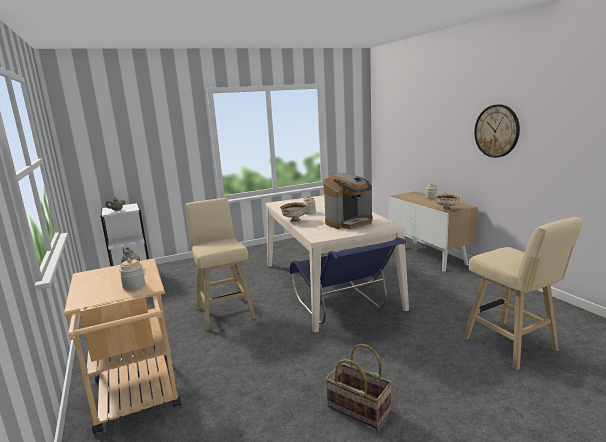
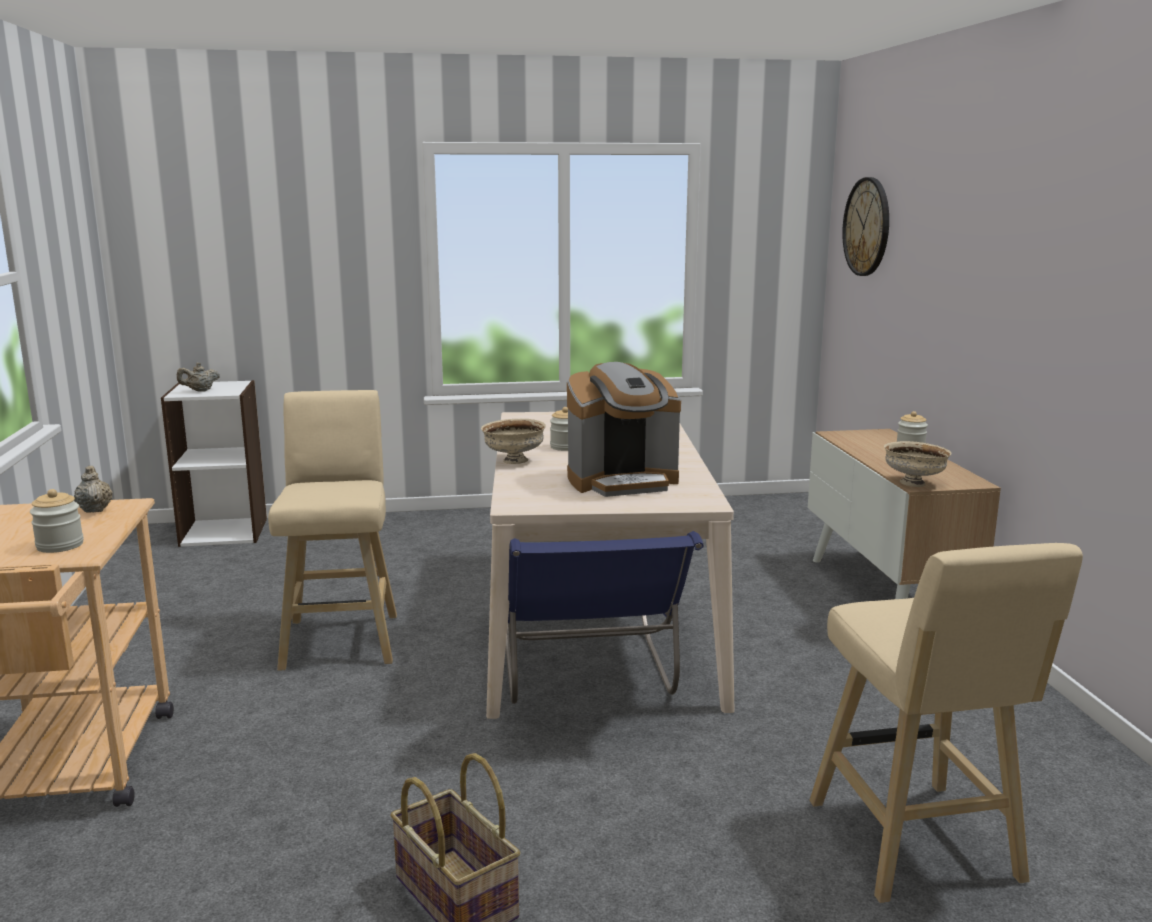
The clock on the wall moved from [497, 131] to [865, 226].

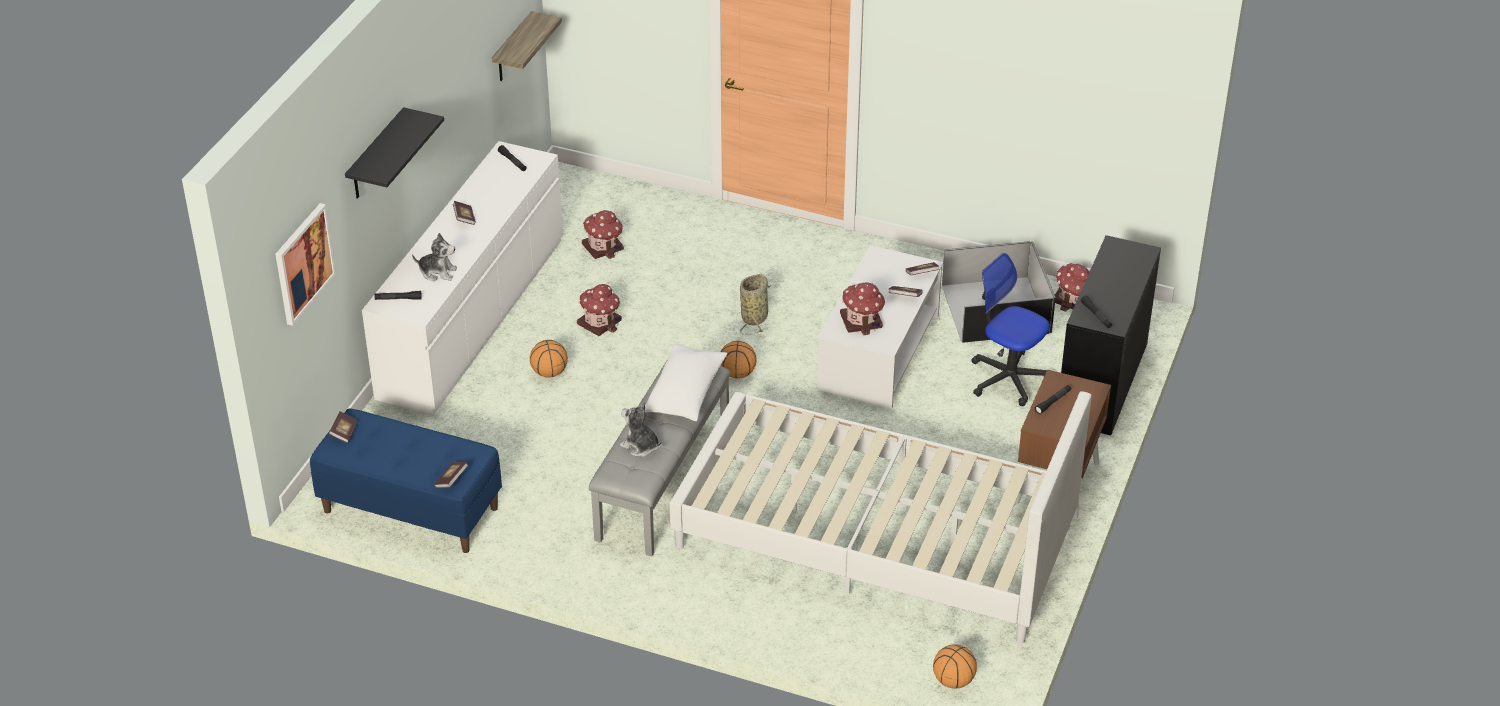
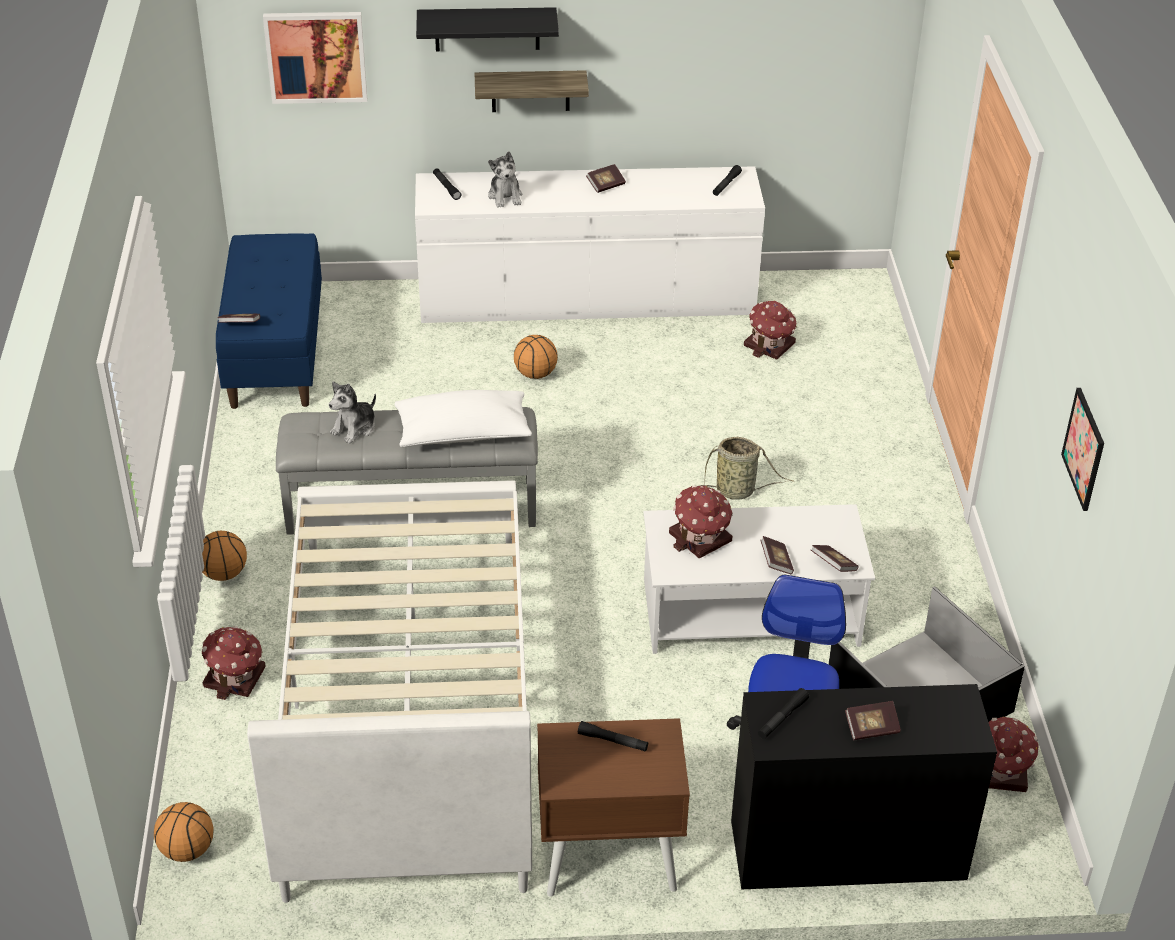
The ball for basketball moved from [738, 360] to [224, 556].
The miniature house moved from [599, 310] to [233, 663].
The cuddly toy at [641, 429] turned 150 degrees counterclockwise.
The bracket shelf moved from [527, 46] to [532, 91].
The bound book moved from [343, 427] to [873, 720].
The wall art at [1082, 449] appeared.

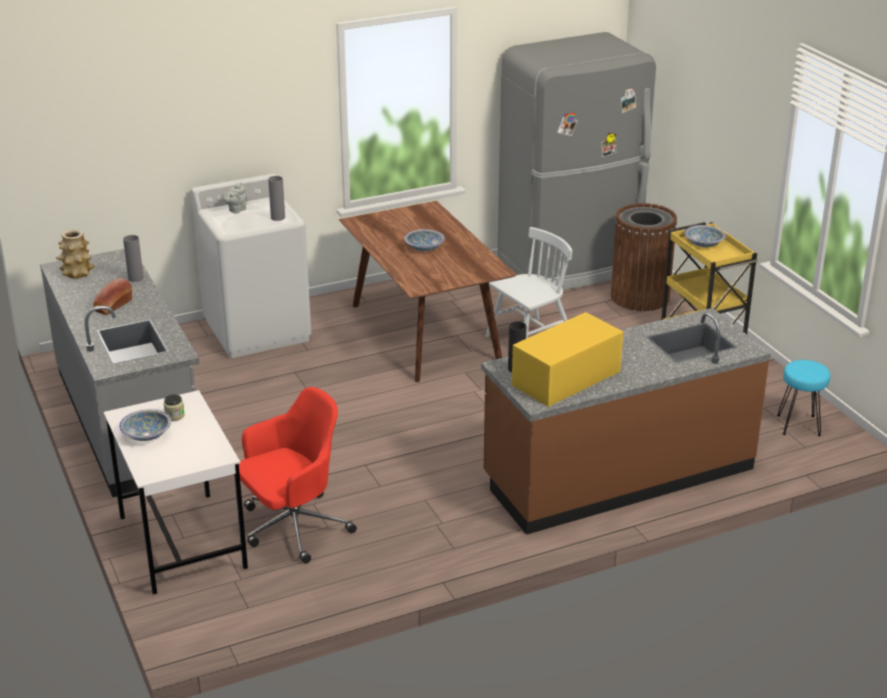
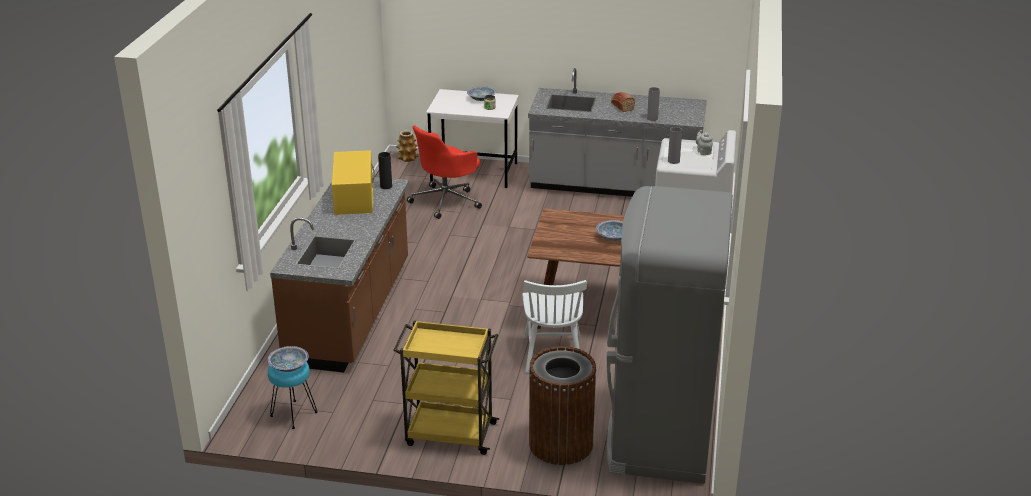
The serving bowl moved from [705, 236] to [288, 359].
The vase moved from [75, 254] to [407, 146].
The reddish office chair at [298, 475] turned 45 degrees clockwise.

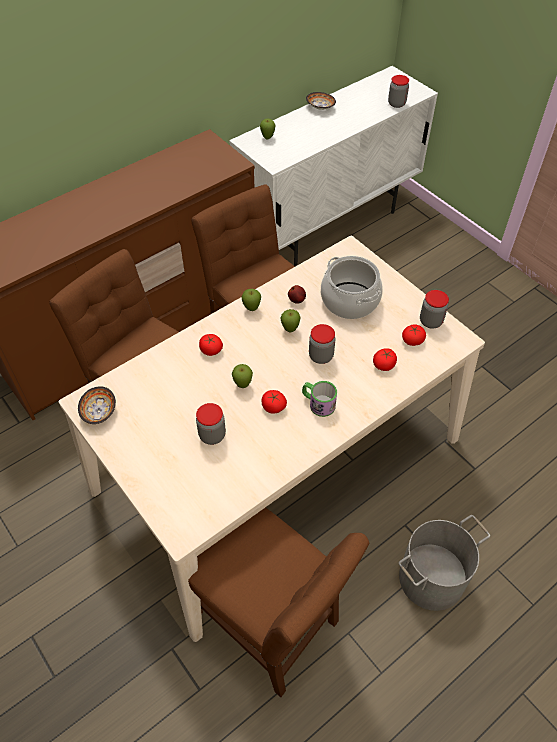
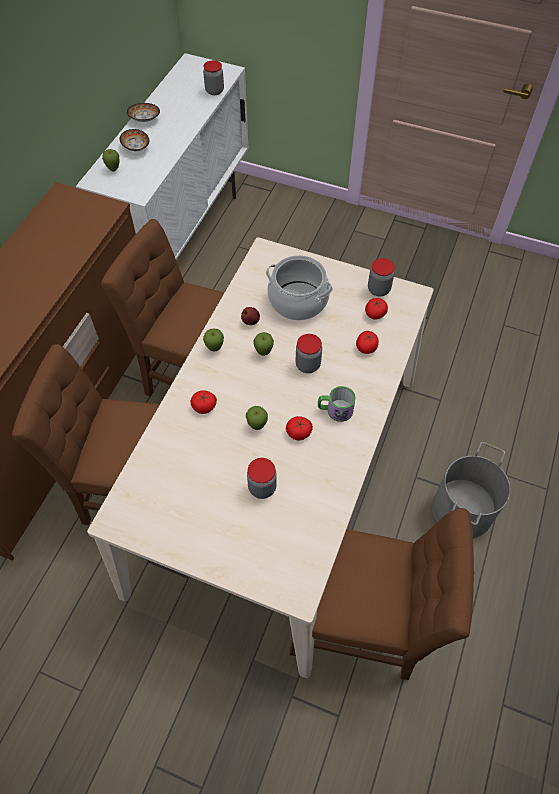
The serving bowl moved from [97, 405] to [134, 140].

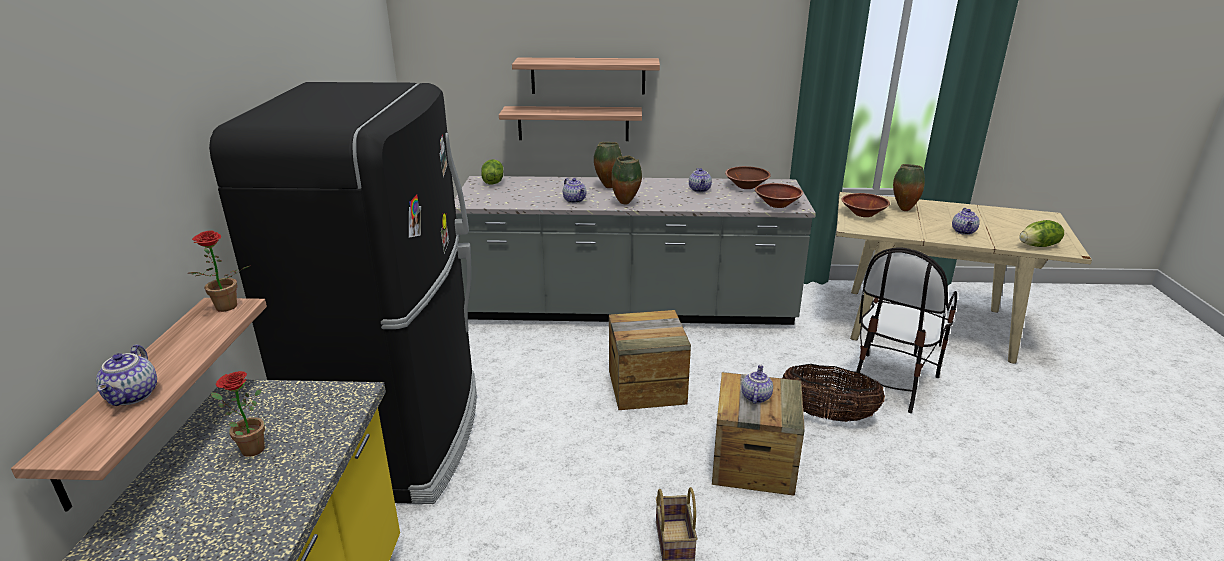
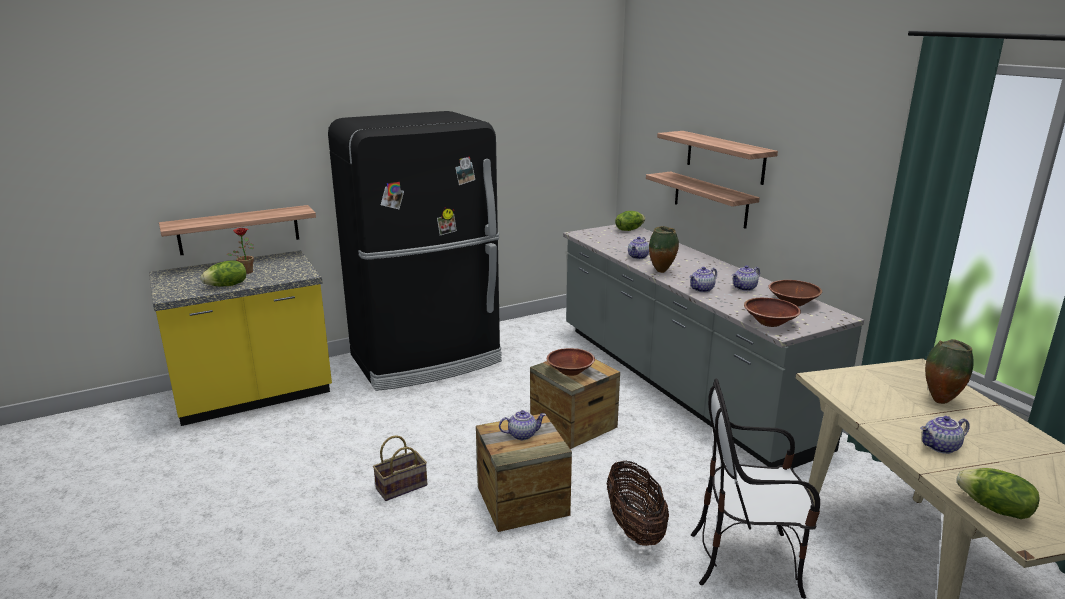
The lettuce at [224, 273] appeared.
The brown-coloured serving bowl moved from [865, 205] to [571, 362].
The tea pot moved from [126, 375] to [703, 279].
The plant in a pot at [219, 271] disappeared.
The vase at [608, 165] disappeared.

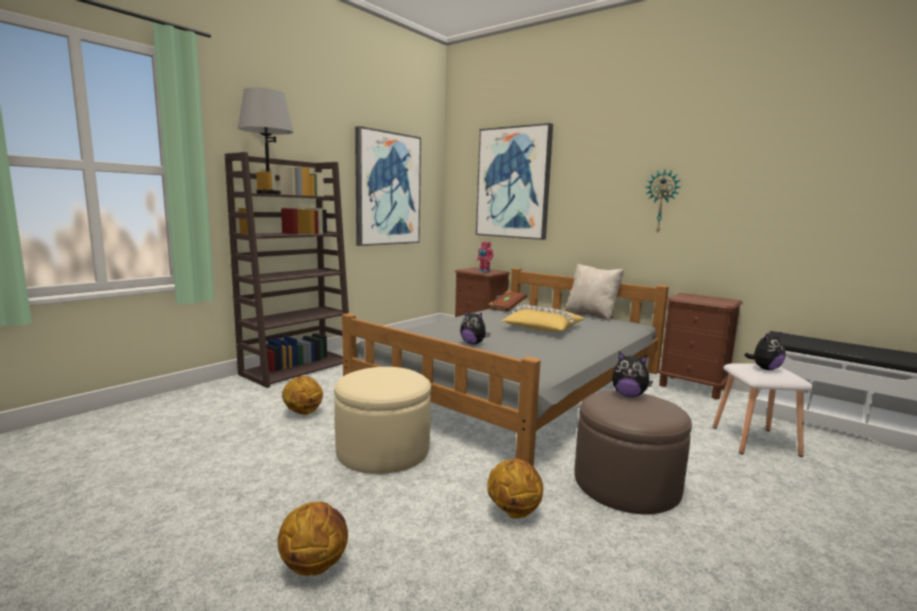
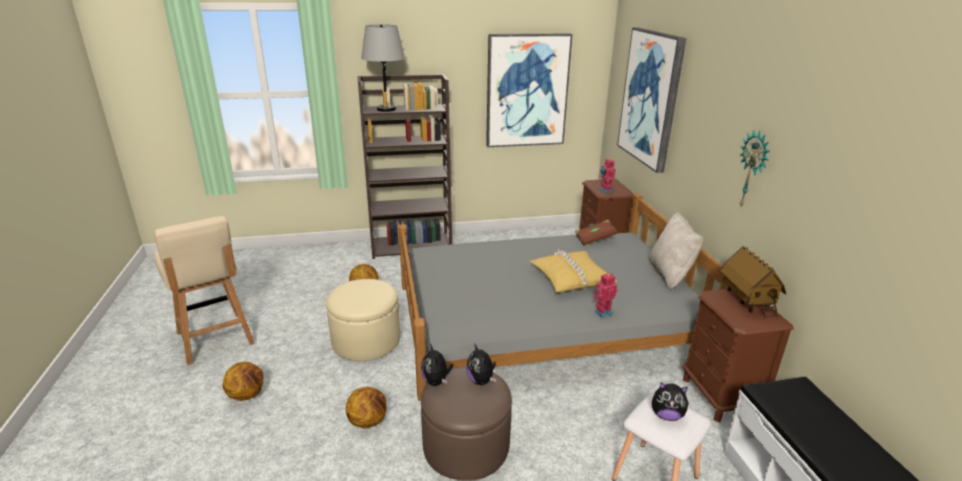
The beige plain chair at [204, 290] appeared.
The cuddly toy moved from [475, 327] to [437, 365].
The robot figure at [605, 295] appeared.
The miniature house at [752, 282] appeared.

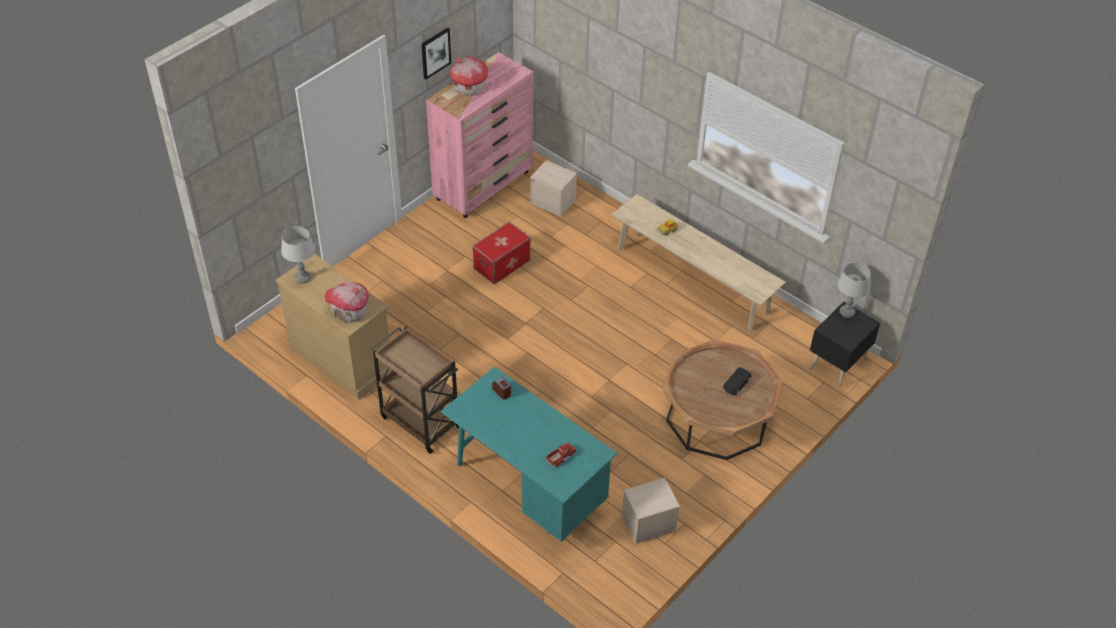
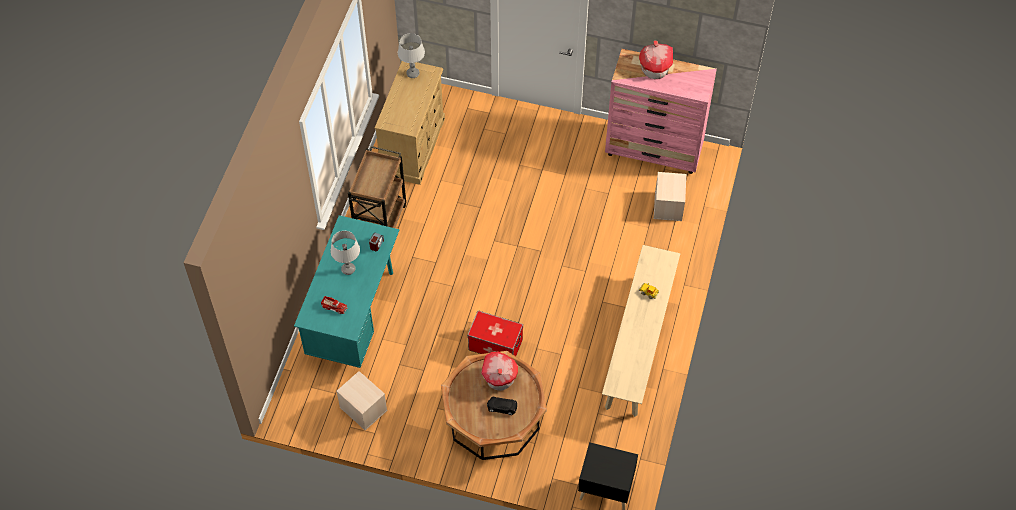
The greyish lamp for a table moved from [854, 290] to [345, 253].
The storage bin moved from [501, 253] to [495, 333].
The miniature house moved from [347, 302] to [499, 371].
The wall art at [436, 53] disappeared.

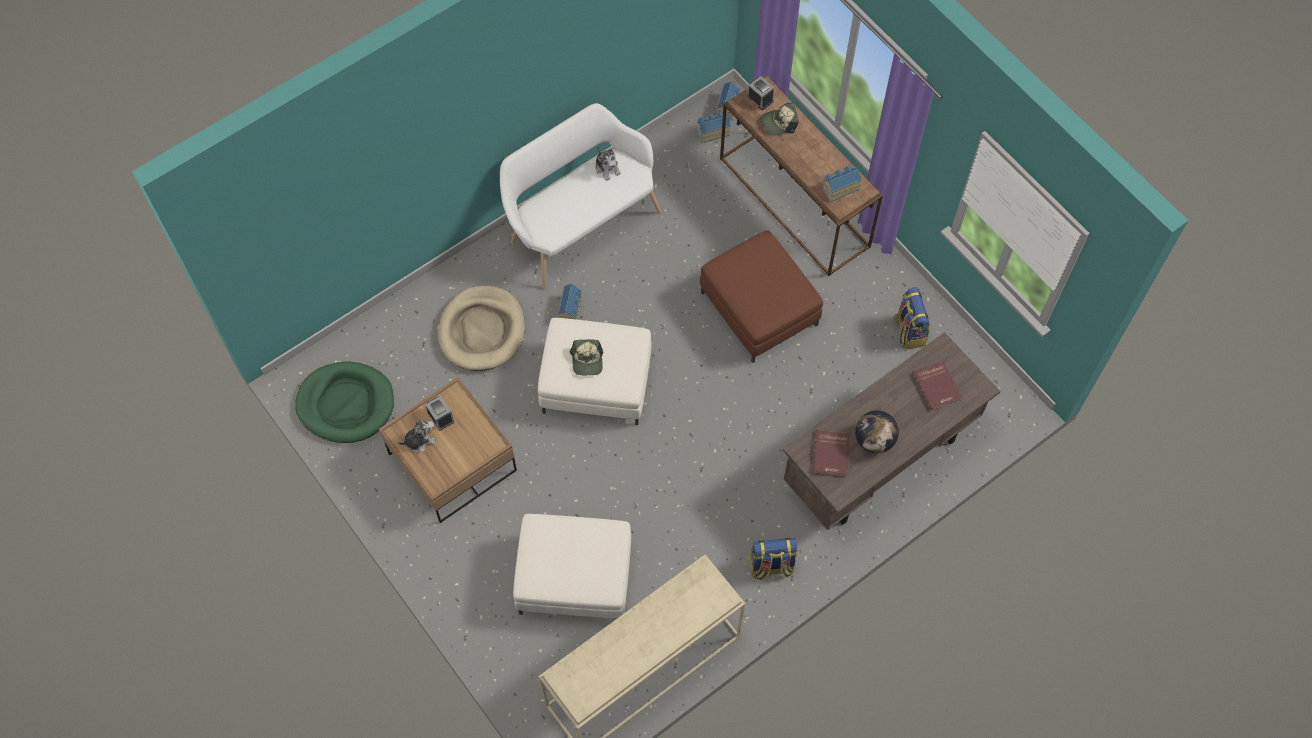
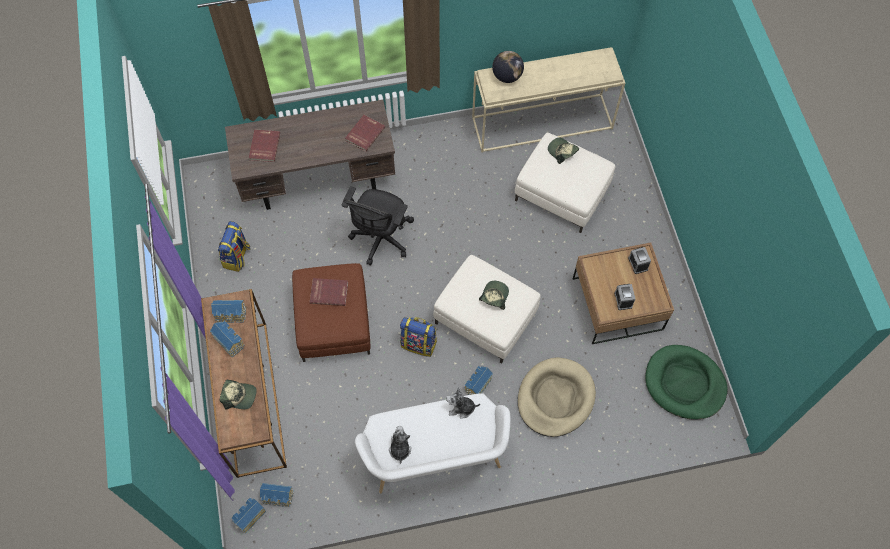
The miniature house at [227, 339] appeared.
The reddish bound book at [329, 292] appeared.
The black office chair at [378, 226] appeared.
The rucksack moved from [773, 559] to [418, 337].
The cuddly toy moved from [417, 436] to [463, 403].
The globe moved from [877, 431] to [508, 67].
The baseball cap at [563, 151] appeared.
The alarm clock moved from [760, 93] to [639, 260].

